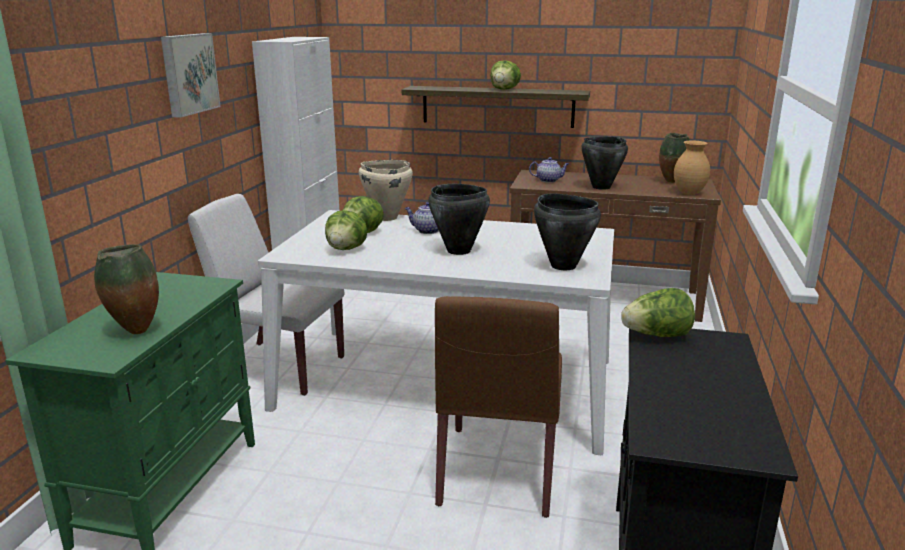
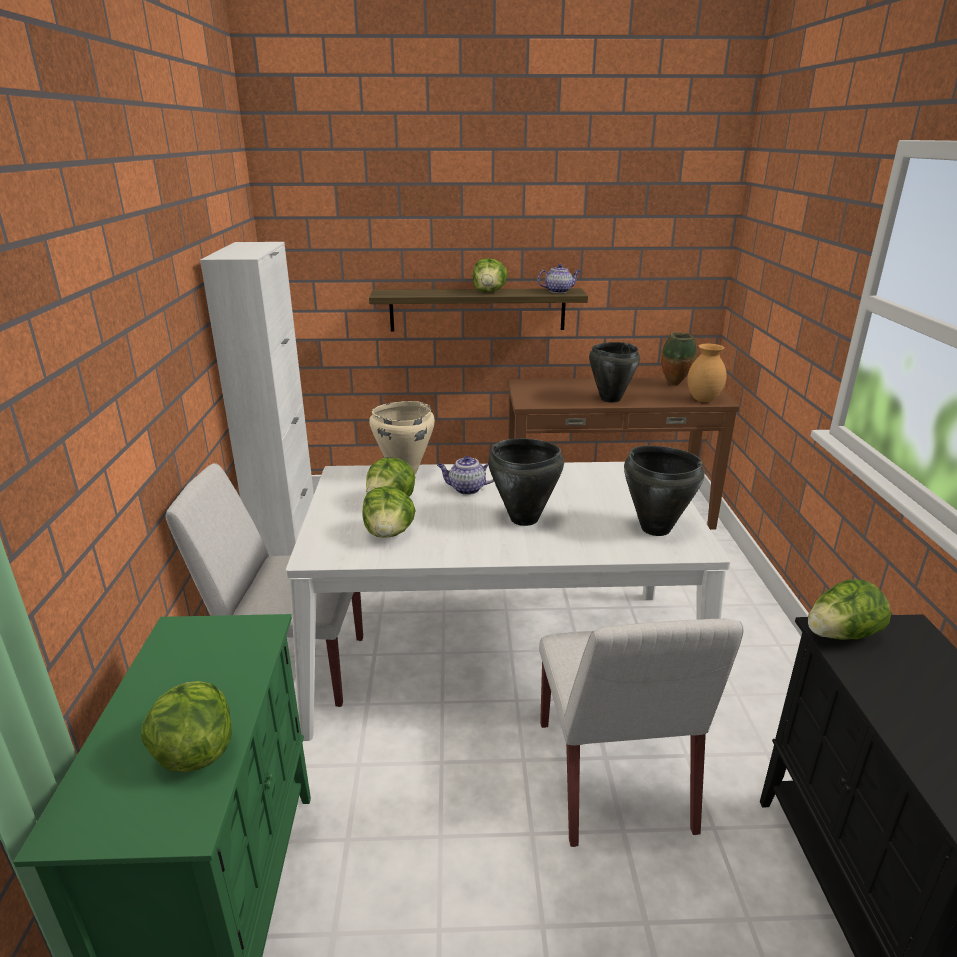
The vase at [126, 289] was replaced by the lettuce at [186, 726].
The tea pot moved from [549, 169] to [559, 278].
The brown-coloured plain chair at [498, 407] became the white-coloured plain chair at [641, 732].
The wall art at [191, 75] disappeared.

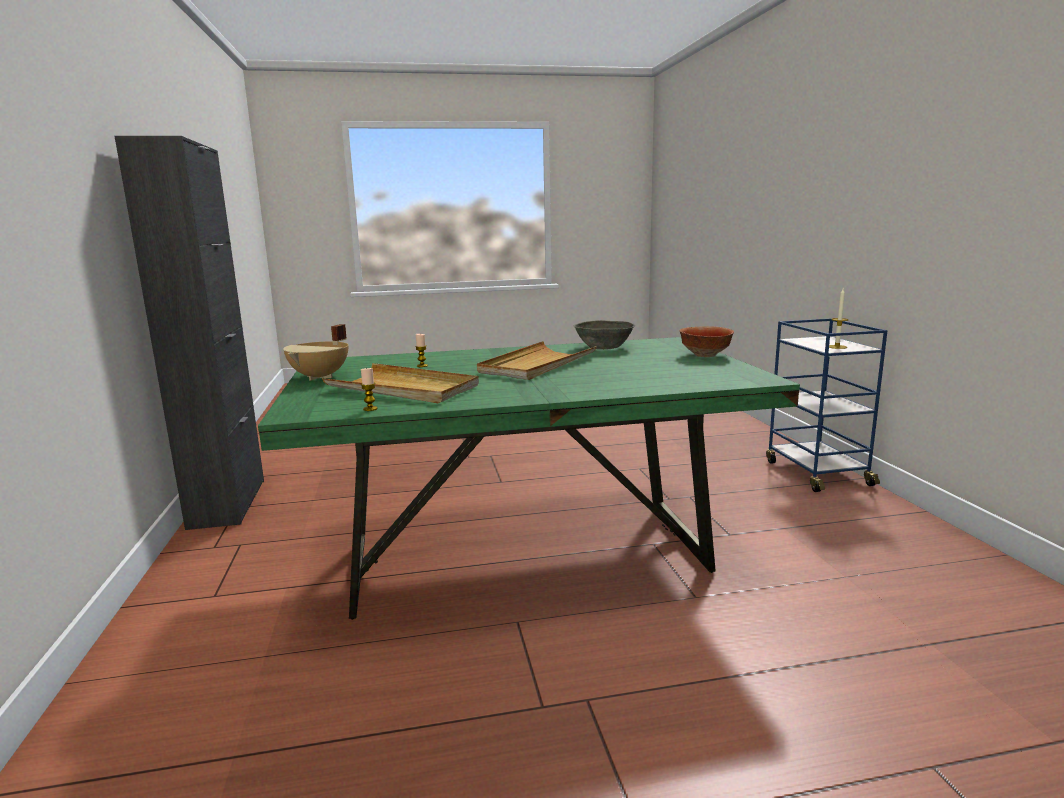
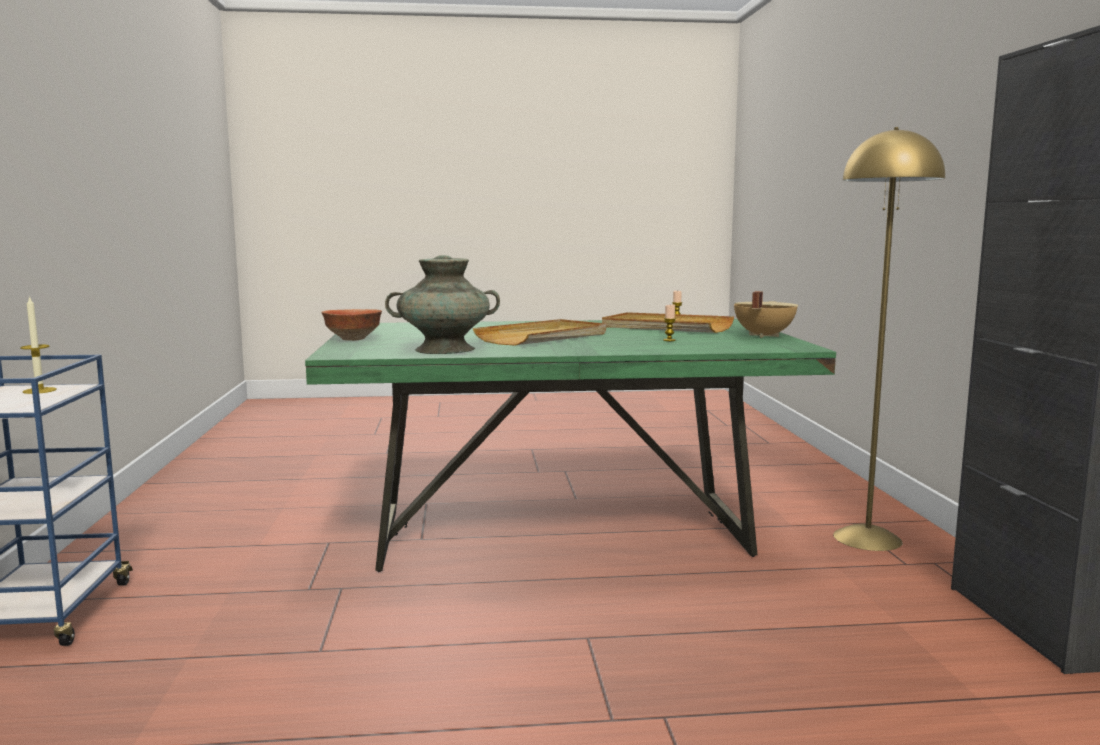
The greyish serving bowl at [604, 335] was replaced by the turquoise vase at [442, 304].
The yellow floor lamp at [889, 339] appeared.

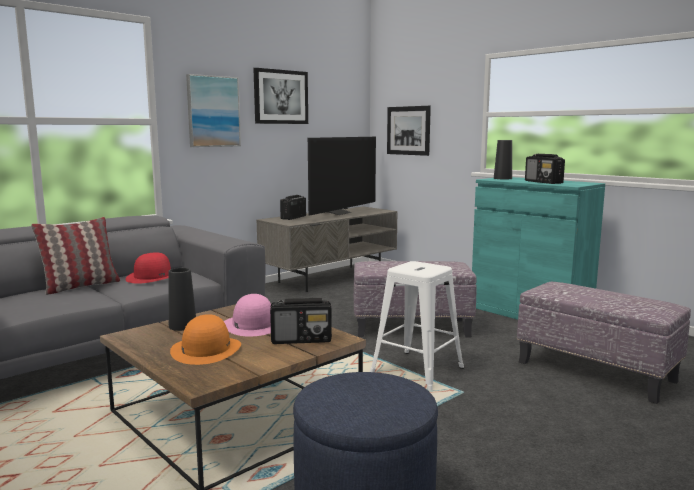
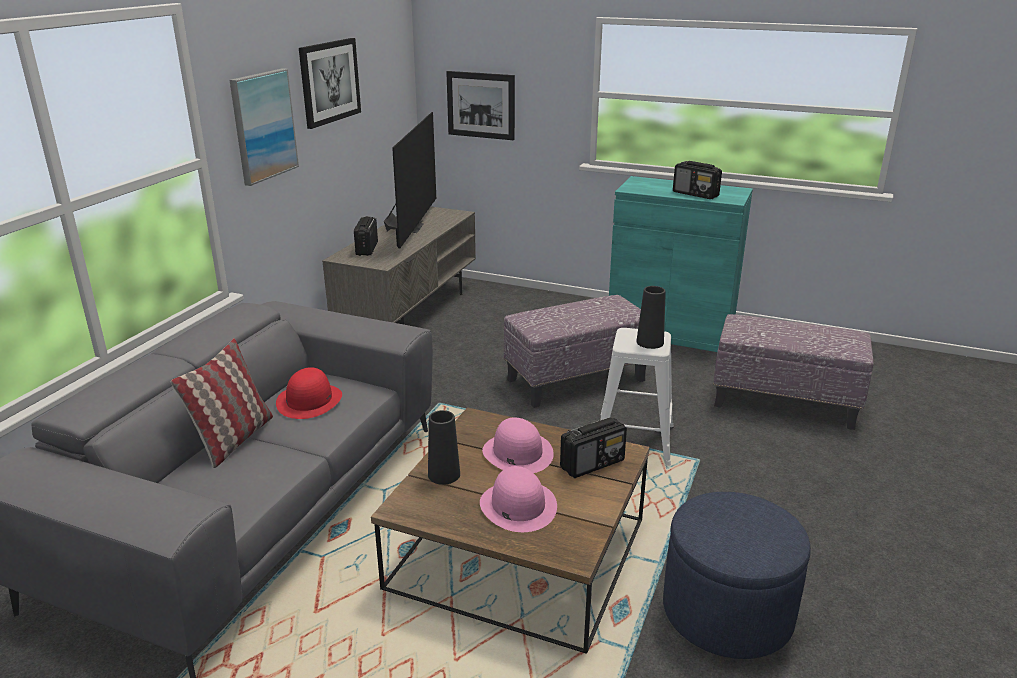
The orange clothing hat at [205, 339] became the pink clothing hat at [518, 499].
The black vase moved from [503, 159] to [651, 317].

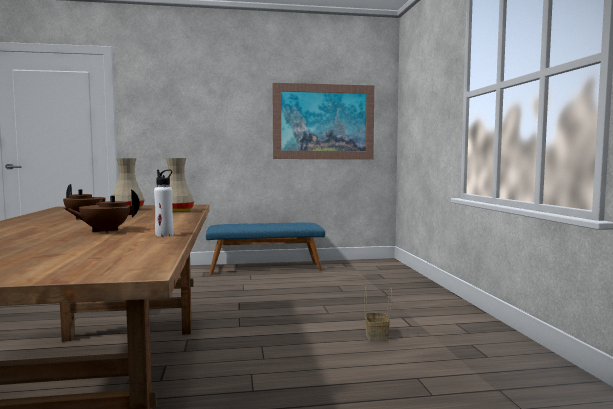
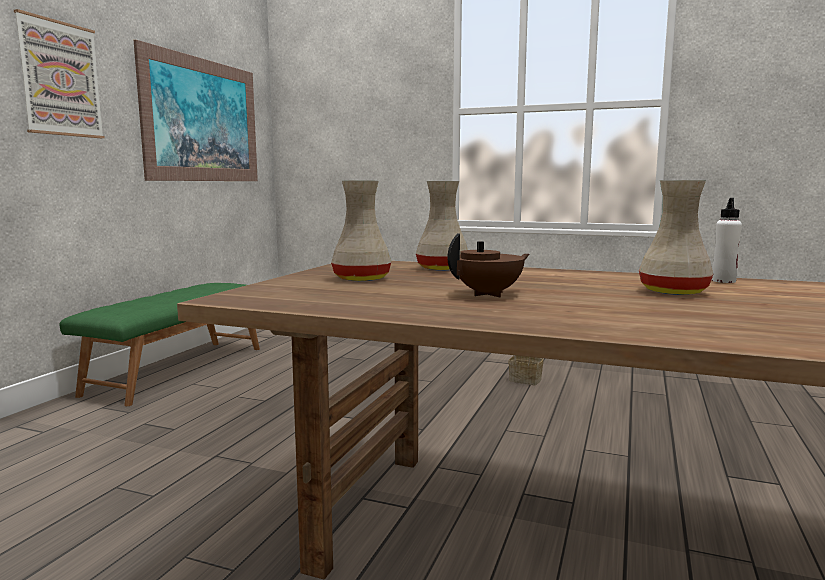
The wall art at [59, 73] appeared.
The blue long seat at [265, 248] became the green long seat at [160, 344].
The brown-coloured tea pot at [102, 210] was replaced by the beige vase at [676, 237].

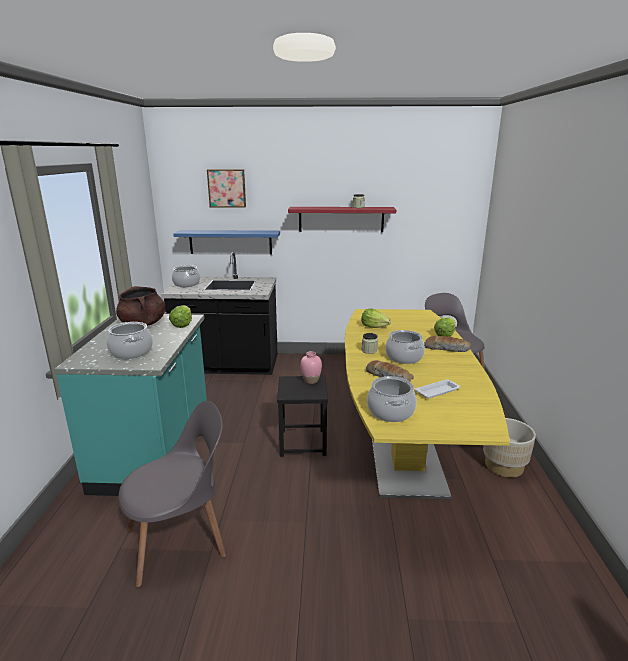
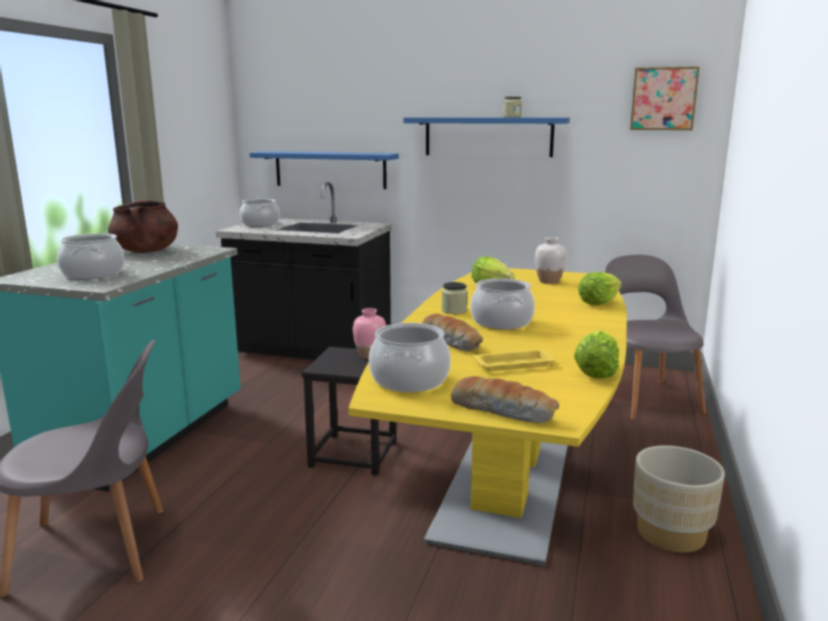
The reddish bracket shelf at [342, 219] became the blue bracket shelf at [486, 137].
The bakery bread moved from [447, 344] to [505, 399].
The white-coloured carrying tray at [437, 389] became the yellow carrying tray at [514, 360].
The white-coloured vase at [550, 260] appeared.
The lettuce moved from [180, 316] to [596, 354].
The wall art moved from [226, 188] to [665, 98].

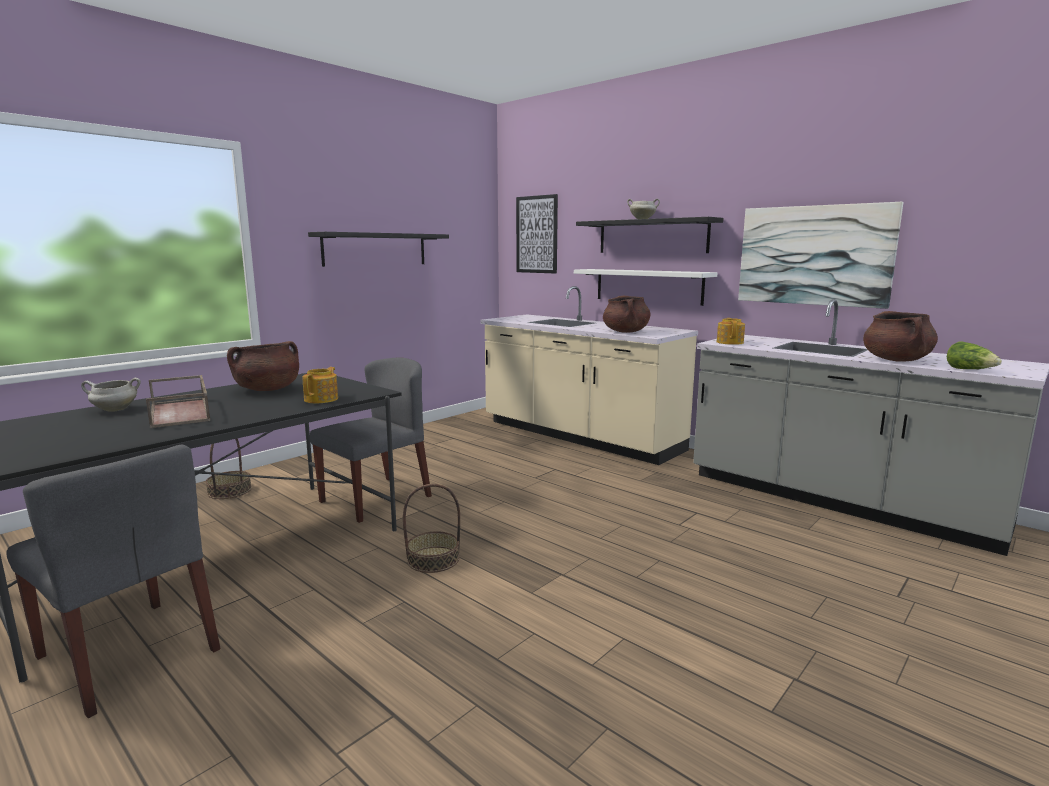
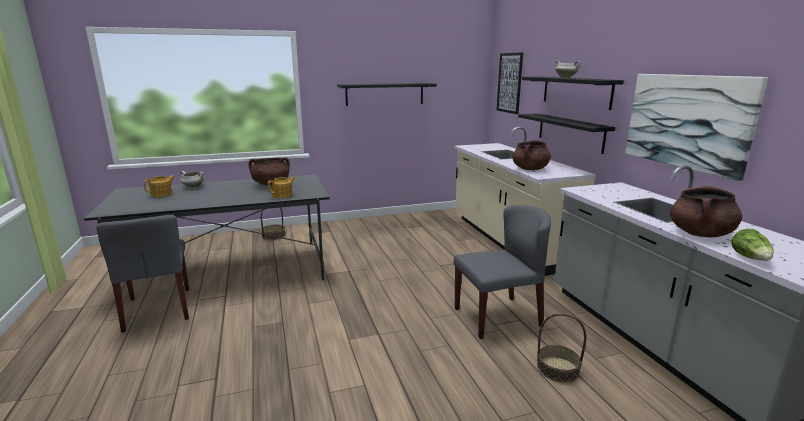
The tea pot moved from [731, 331] to [159, 186].
The greyish plain chair moved from [371, 440] to [502, 272].
The white-coloured bracket shelf at [645, 287] became the black bracket shelf at [566, 133].
The household basket moved from [431, 528] to [561, 348].
The brown-coloured carrying tray at [178, 401] disappeared.

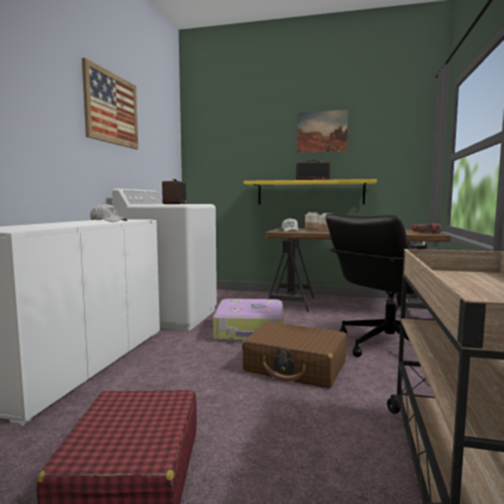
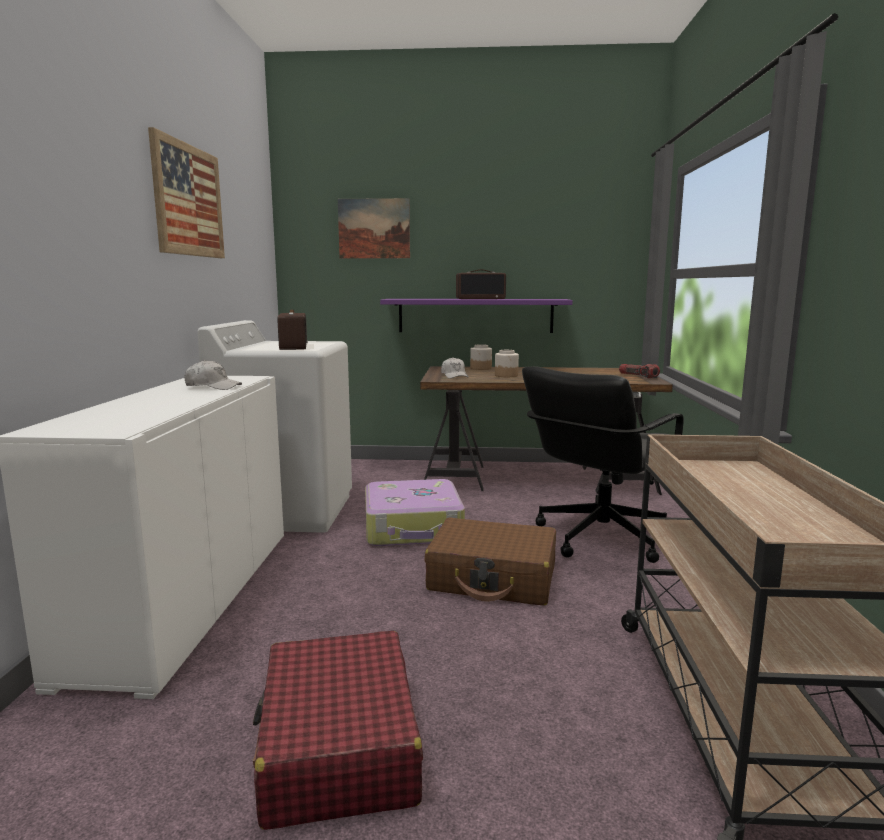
The wall art moved from [322, 131] to [374, 228].
The yellow bracket shelf at [310, 192] became the purplish bracket shelf at [476, 316].

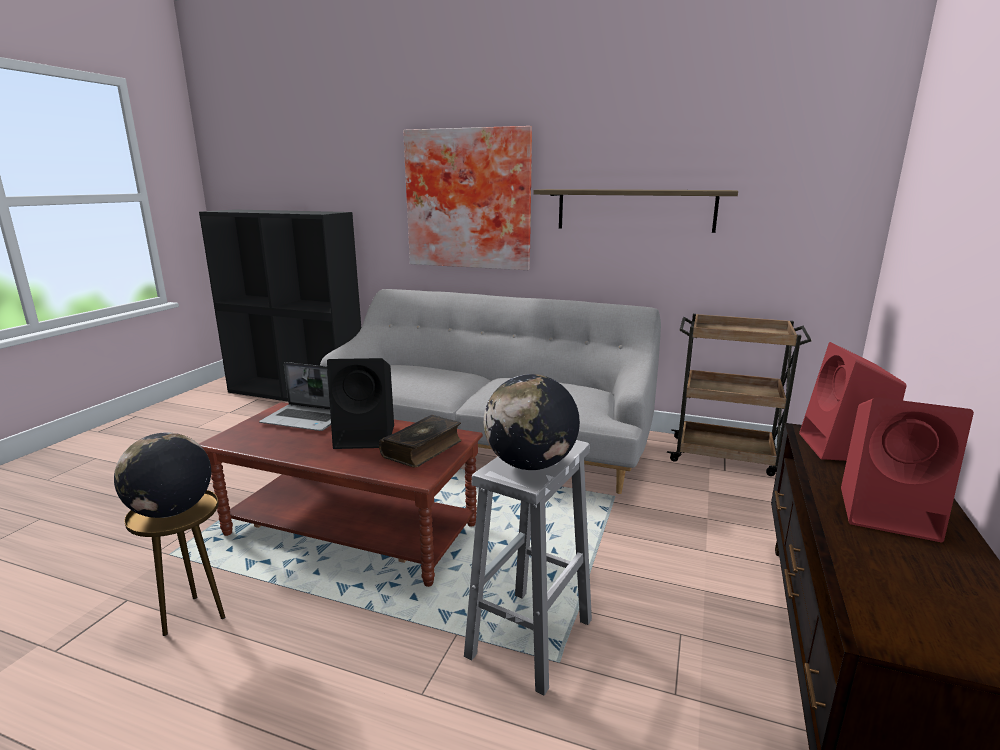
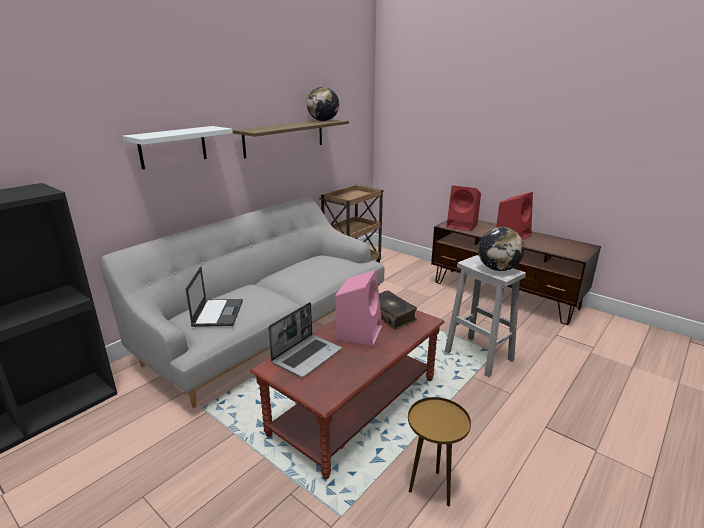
The wall art at [467, 198] was replaced by the white-coloured bracket shelf at [177, 148].
The laptop at [214, 296] appeared.
The globe moved from [162, 475] to [323, 104].
The black speaker at [360, 403] became the pink speaker at [359, 308].

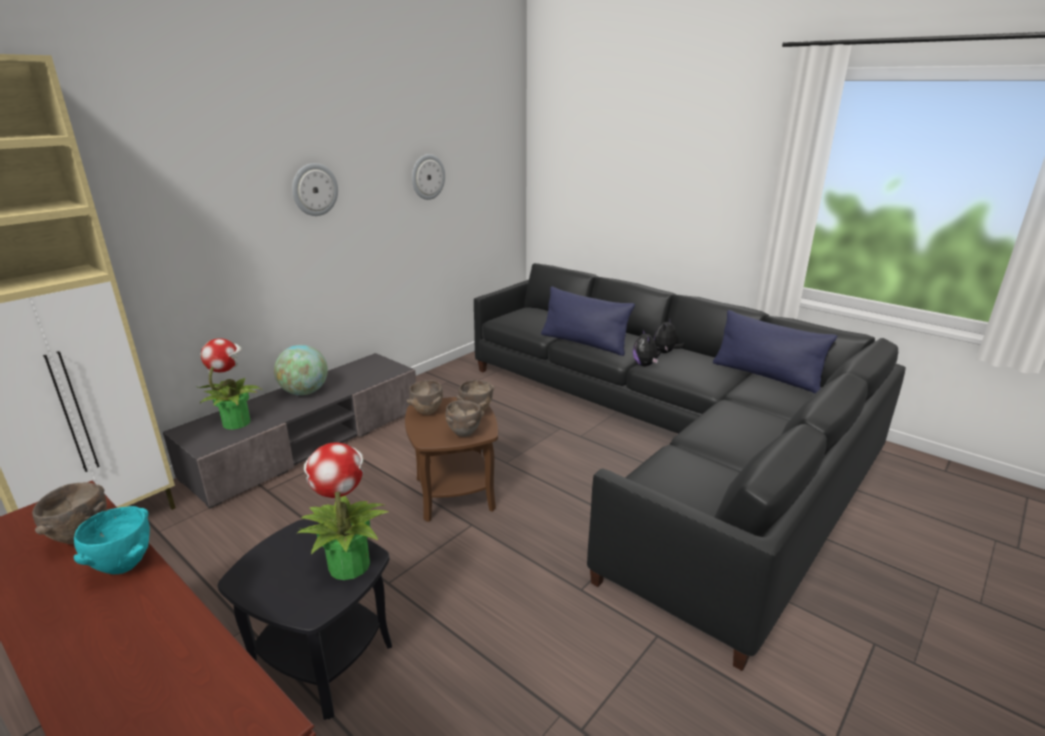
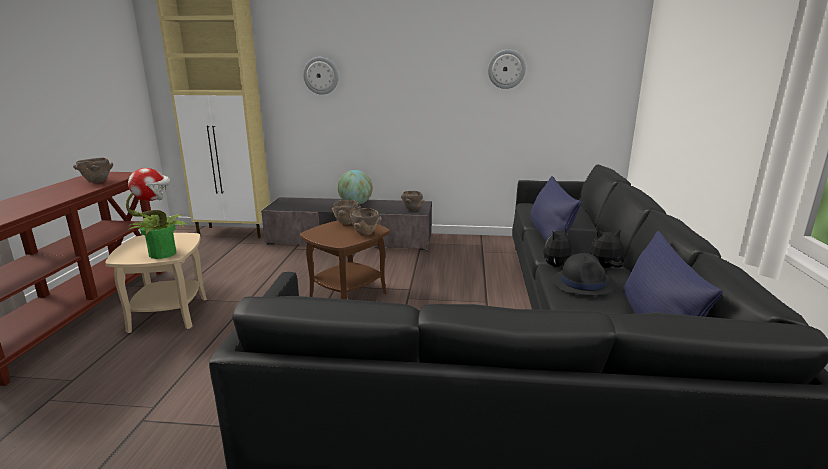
The black accent table at [305, 620] became the beige accent table at [156, 283].
The clock on the wall moved from [315, 189] to [321, 76].
The brown-coloured serving bowl moved from [464, 418] to [412, 201].
The black clothing hat at [584, 274] appeared.
The turquoise serving bowl at [112, 540] disappeared.
The plant in a pot at [229, 384] disappeared.

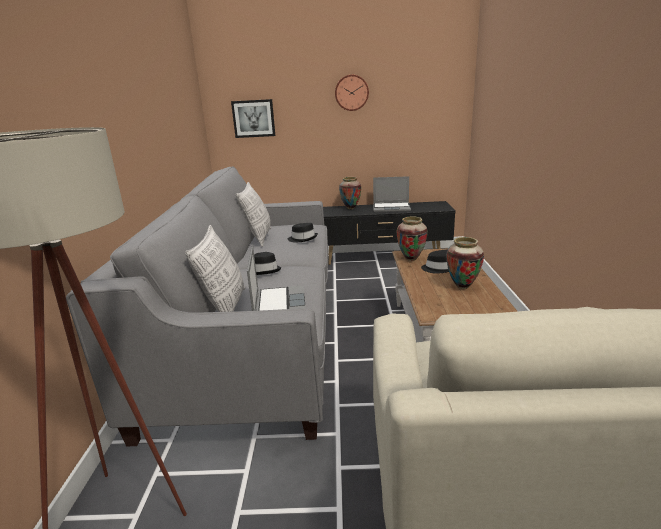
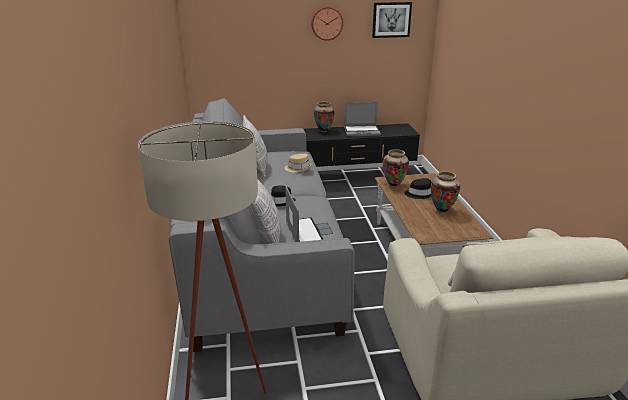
The black clothing hat at [303, 232] became the beige clothing hat at [298, 163].
The wall art moved from [253, 118] to [392, 20].

